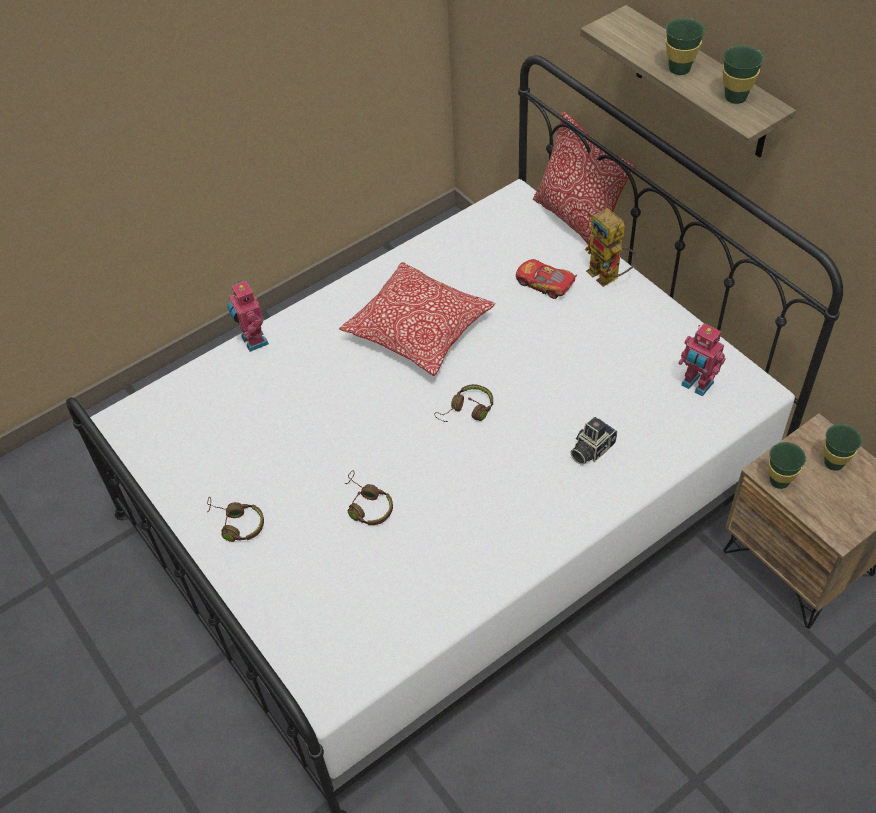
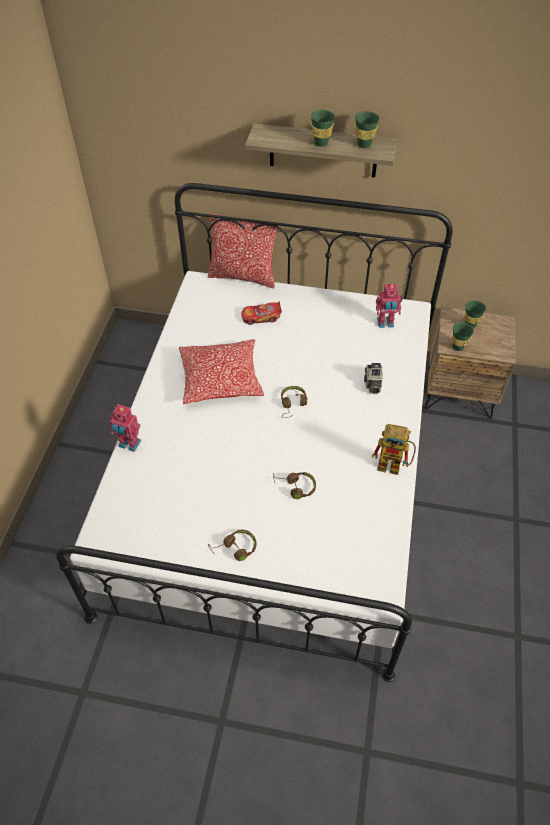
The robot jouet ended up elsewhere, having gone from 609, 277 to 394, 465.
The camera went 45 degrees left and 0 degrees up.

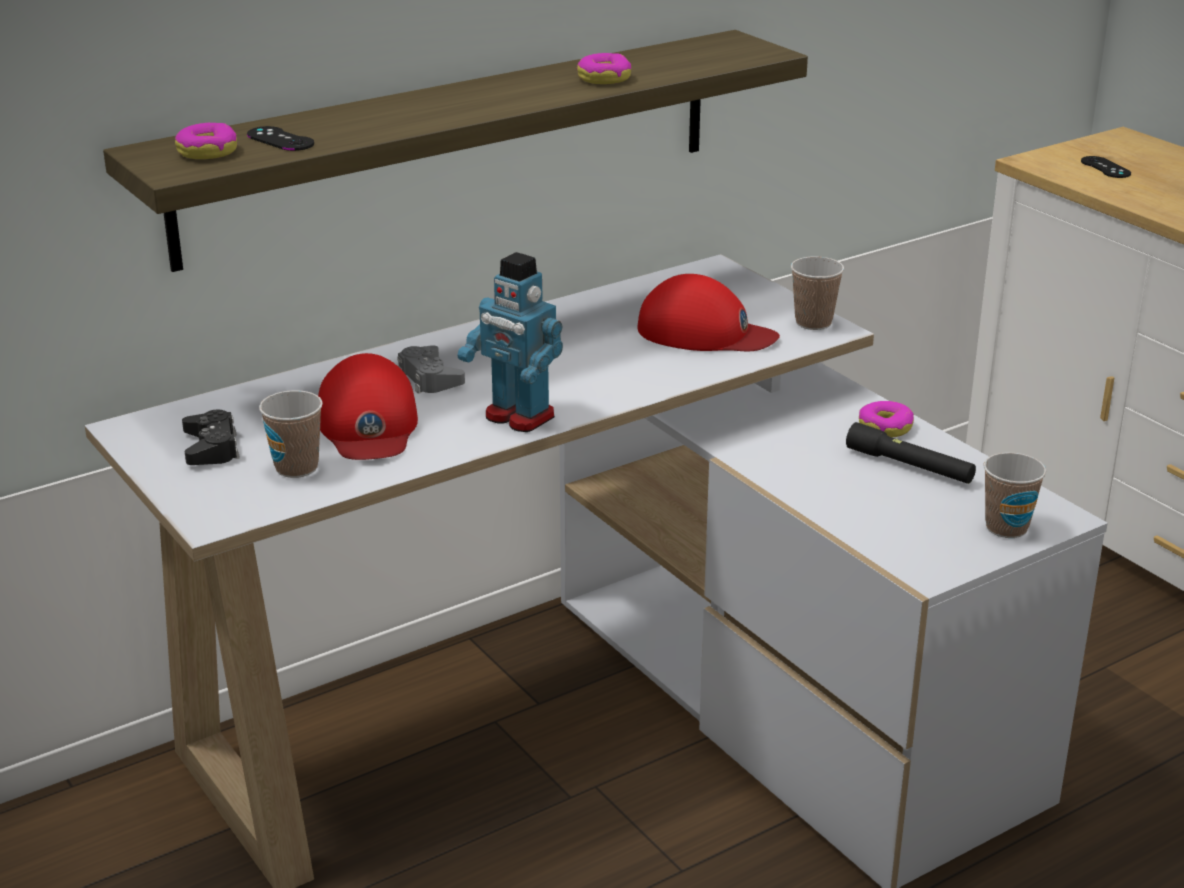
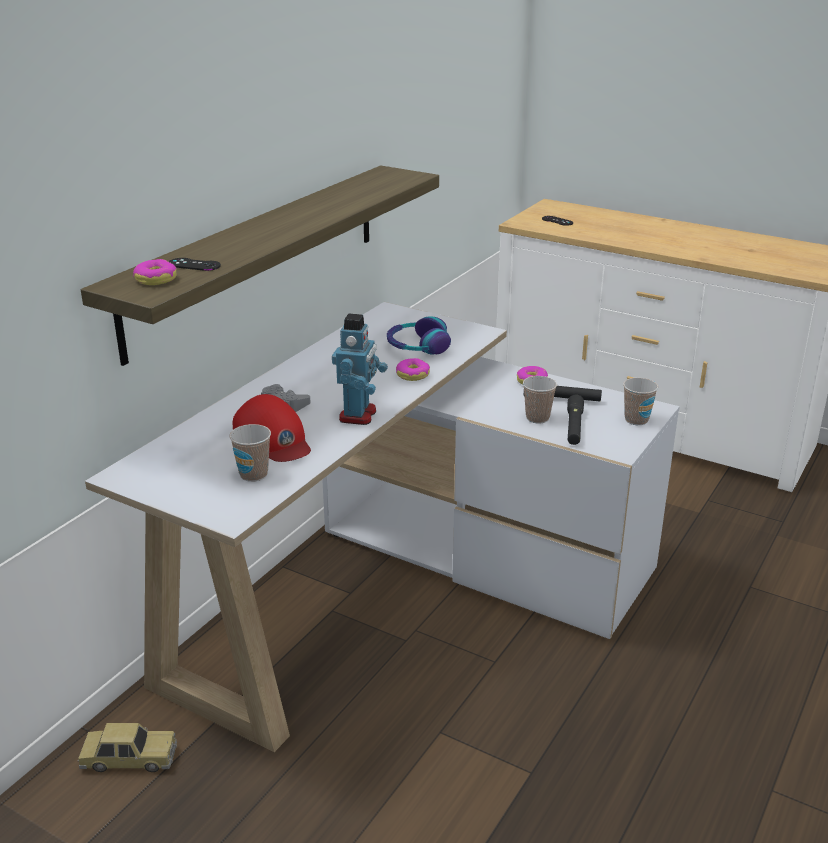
The second view gained the petite voiture at 129, 758.
The robot jouet at 518, 417 ended up facing another way, 90 degrees counterclockwise from before.
Where the casquette [rouge] stood at 705, 333, the casque audio came to stand at 417, 346.
The beignet ended up elsewhere, having gone from 604, 78 to 412, 375.
The tasse ended up elsewhere, having gone from 813, 322 to 537, 418.
The second view gained the lampe de poche [noir] at 574, 427.
The second view lost the manette [noir] at 211, 448.
The camera went 25 degrees left and 0 degrees up.

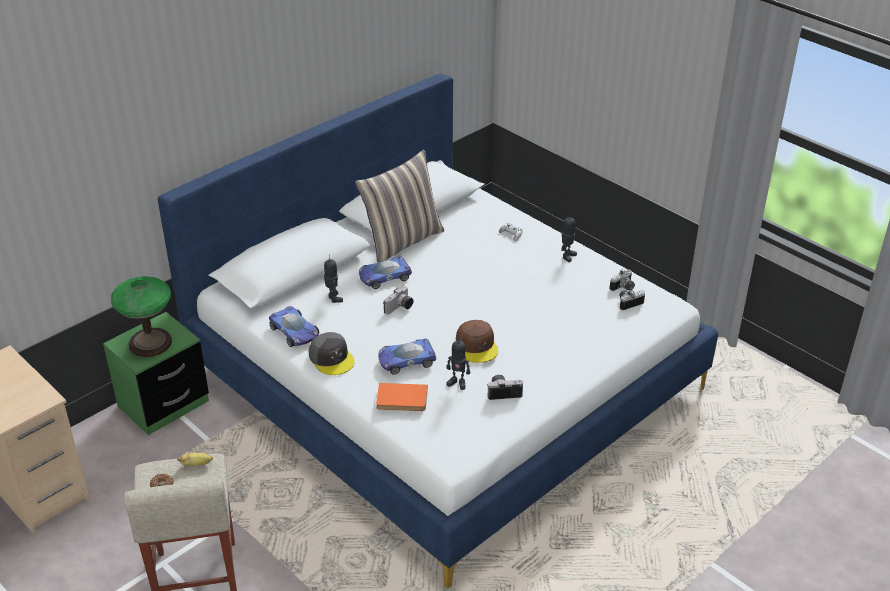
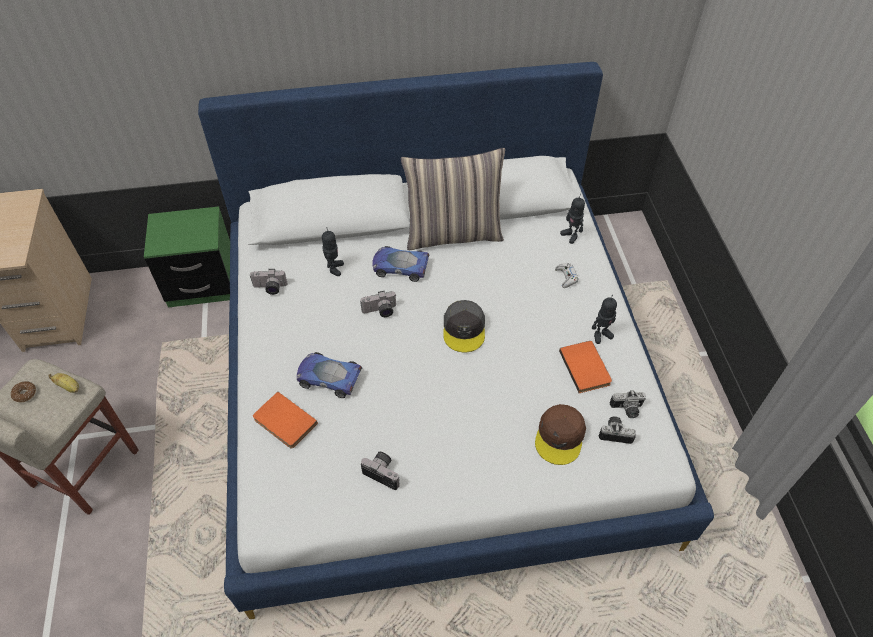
Where the petite voiture stood at 295, 332, the appareil photo came to stand at 269, 288.
The casquette [gris] ended up elsewhere, having gone from 331, 358 to 464, 329.
The casquette [marron] ended up elsewhere, having gone from 477, 346 to 560, 437.
The second view gained the livre [orange] at 586, 367.
The robot jouet ended up elsewhere, having gone from 457, 383 to 571, 235.
The second view lost the lampe de table at 150, 343.
The camera went 35 degrees right and 15 degrees up.

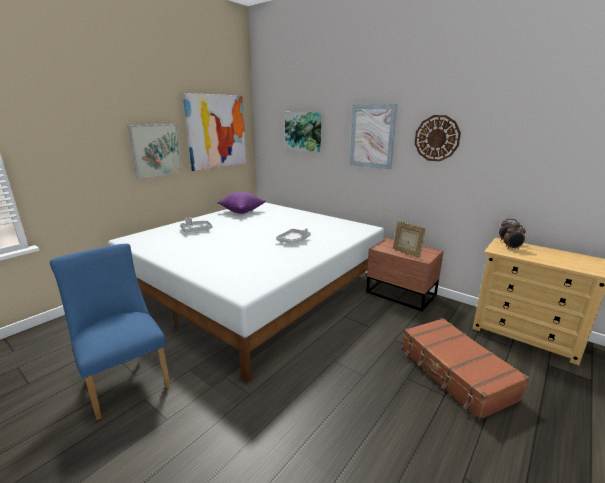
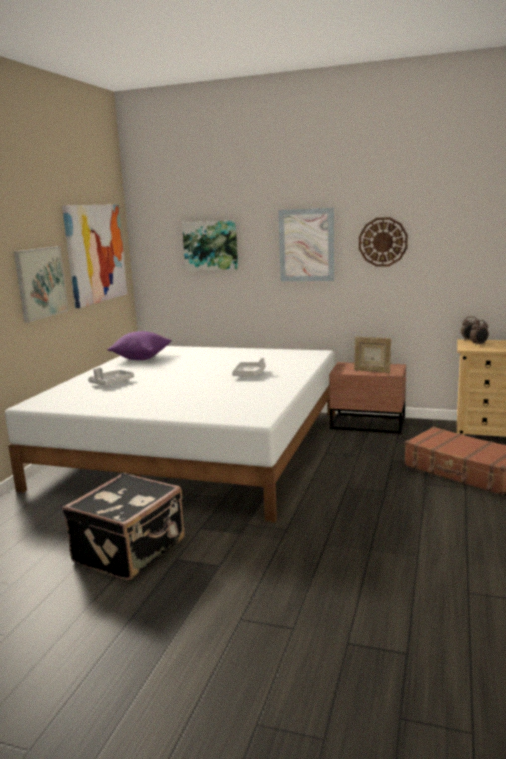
Where the chaise [bleu] stood at 125, 378, the valise [noir] came to stand at 131, 551.
The camera went 20 degrees left and 5 degrees down.

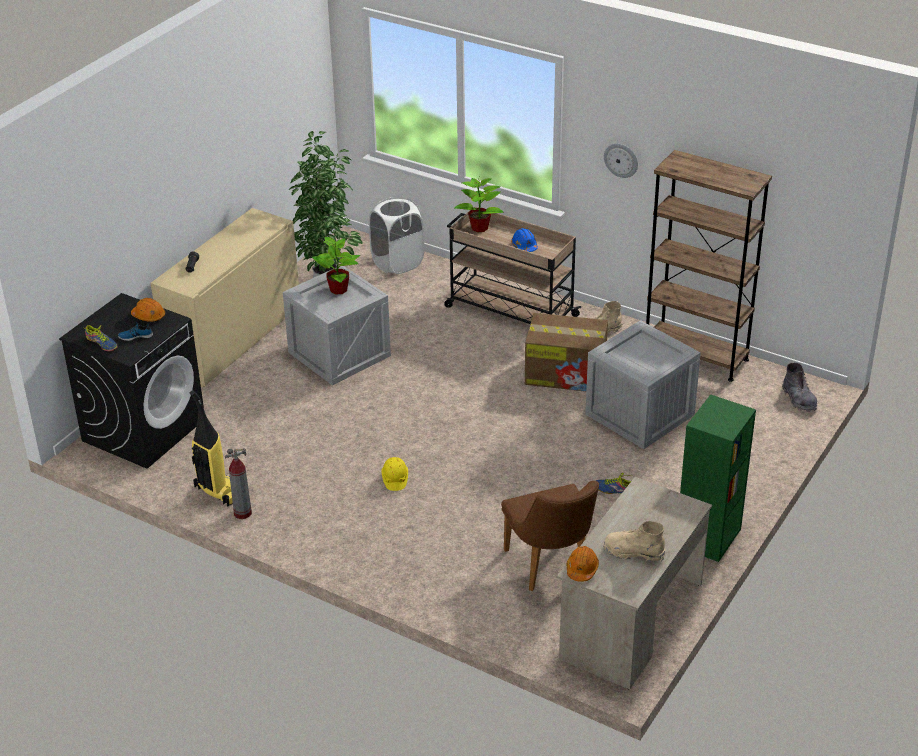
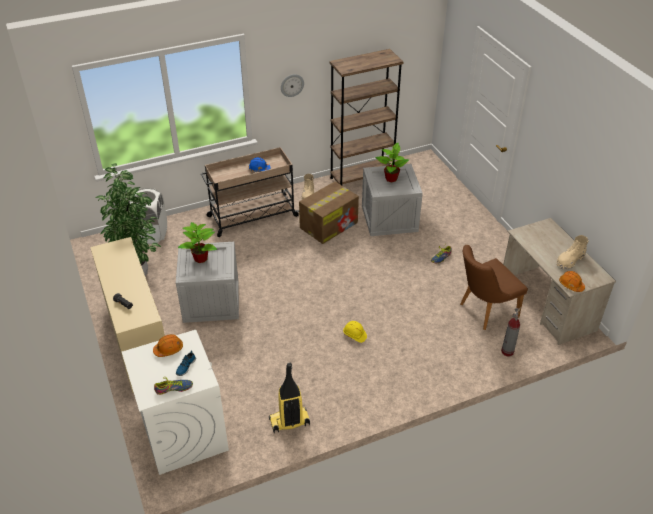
What was the lave-linge [noir] at 144, 429 turned into the lave-linge [blanc] at 183, 432.
The plante en pot ended up elsewhere, having gone from 480, 228 to 391, 178.
The chaise [marron] at 551, 567 ended up facing another way, 135 degrees clockwise from before.
The extincteur ended up elsewhere, having gone from 242, 513 to 507, 352.
The second view lost the bibliothèque [vert] at 708, 538.
The second view lost the botte [gris] at 799, 399.
The camera went 55 degrees left and 5 degrees up.

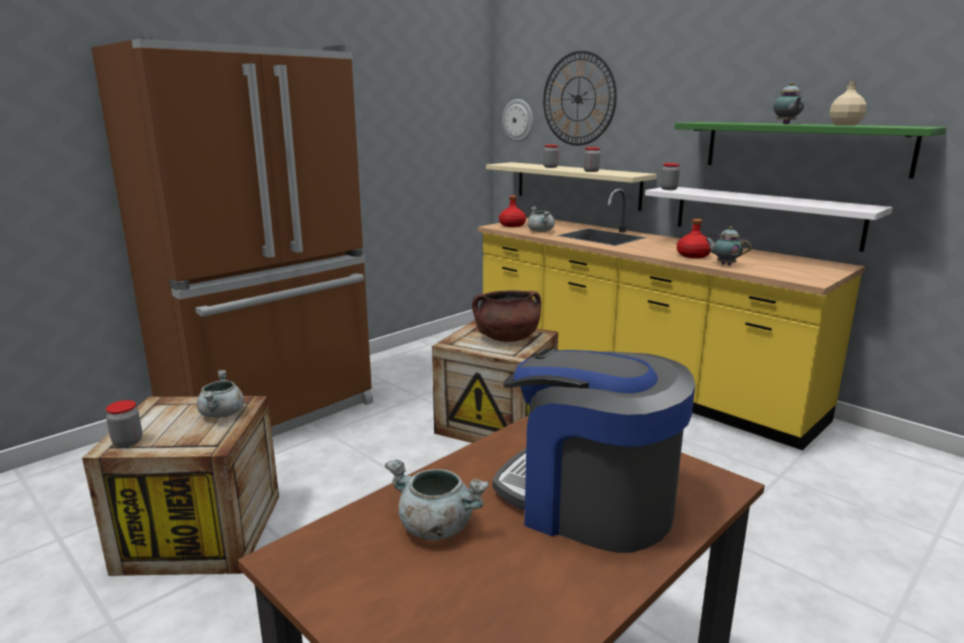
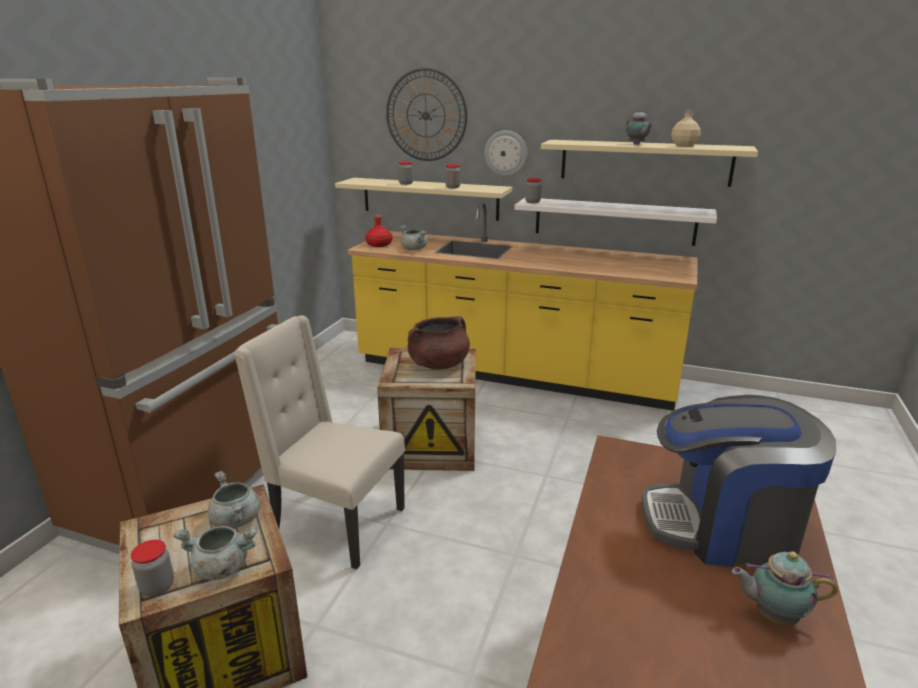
The marmite [gris] ended up elsewhere, having gone from 435, 527 to 221, 568.
The second view gained the chaise [beige] at 335, 523.
The horloge murale ended up elsewhere, having gone from 518, 120 to 506, 153.
What was the étagère [vert] at 804, 147 turned into the étagère [beige] at 644, 162.
The théière ended up elsewhere, having gone from 724, 264 to 772, 615.
The second view lost the bouteille [rouge] at 692, 255.
The camera went 25 degrees left and 5 degrees up.

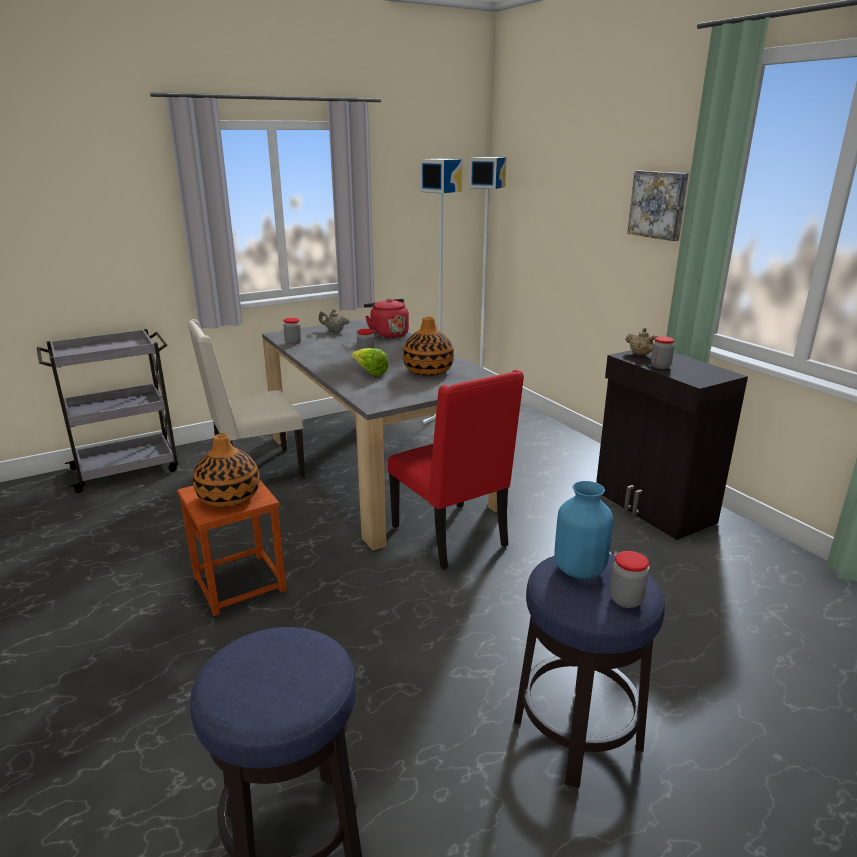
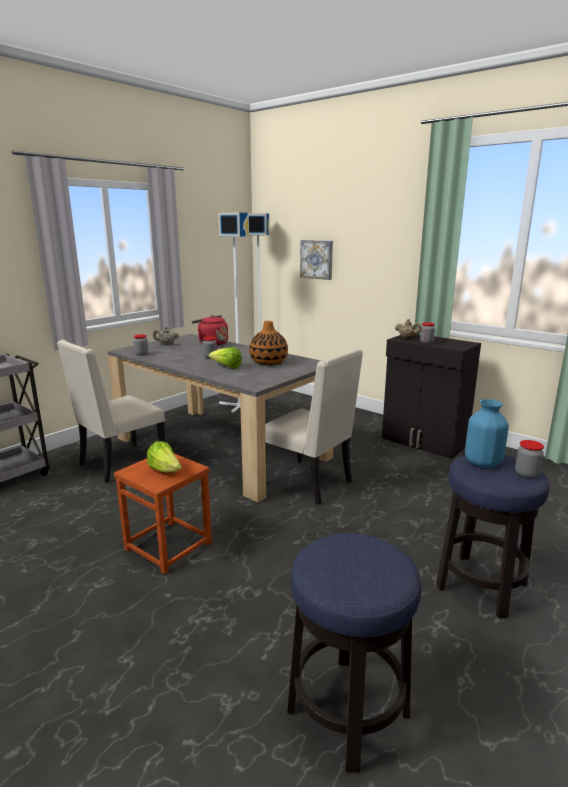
Where the vase stood at 229, 497, the laitue came to stand at 165, 471.
What was the chaise [rouge] at 452, 537 turned into the chaise [beige] at 309, 483.
The tableau ended up elsewhere, having gone from 659, 204 to 317, 259.
The camera went 20 degrees left and 5 degrees down.

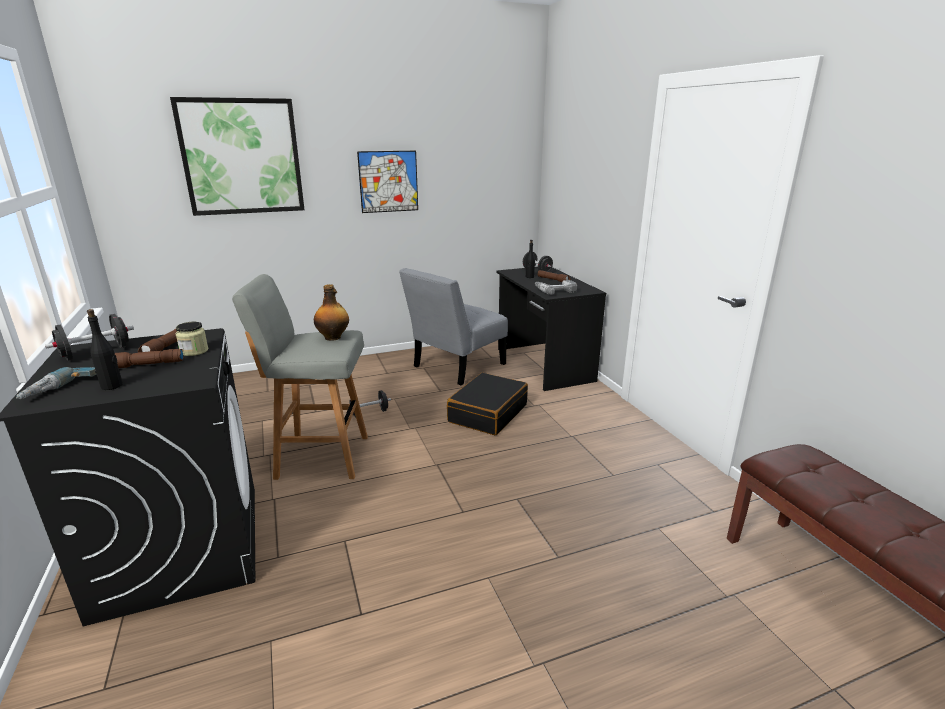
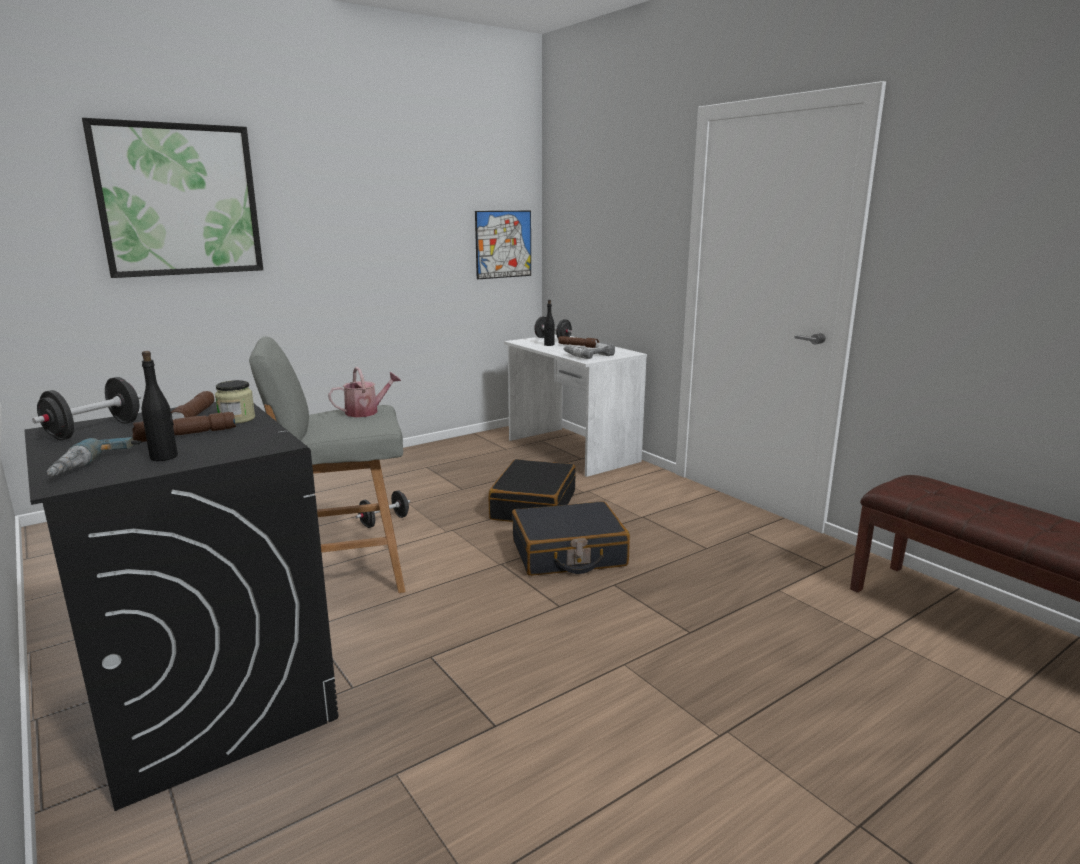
Where the bouteille stood at 333, 337, the arrosoir came to stand at 366, 412.
The tableau ended up elsewhere, having gone from 388, 181 to 503, 244.
What was the bureau [noir] at 543, 364 turned into the bureau [blanc] at 571, 451.
The second view gained the valise [noir] at 568, 554.
The second view lost the chaise [gris] at 455, 367.
The camera went 15 degrees left and 5 degrees down.

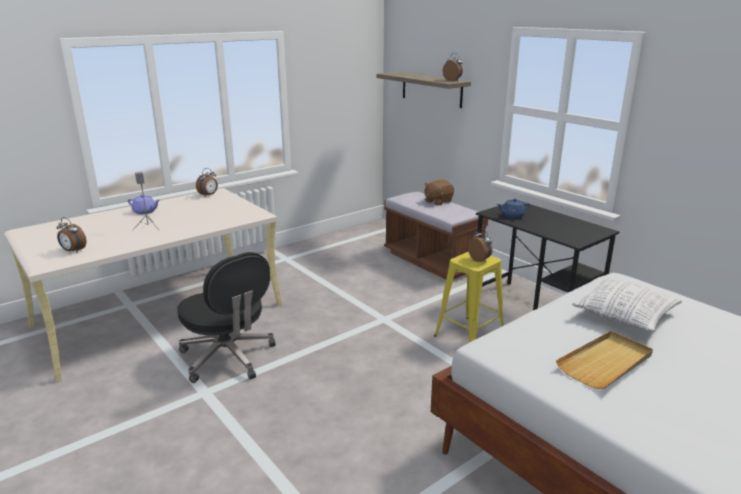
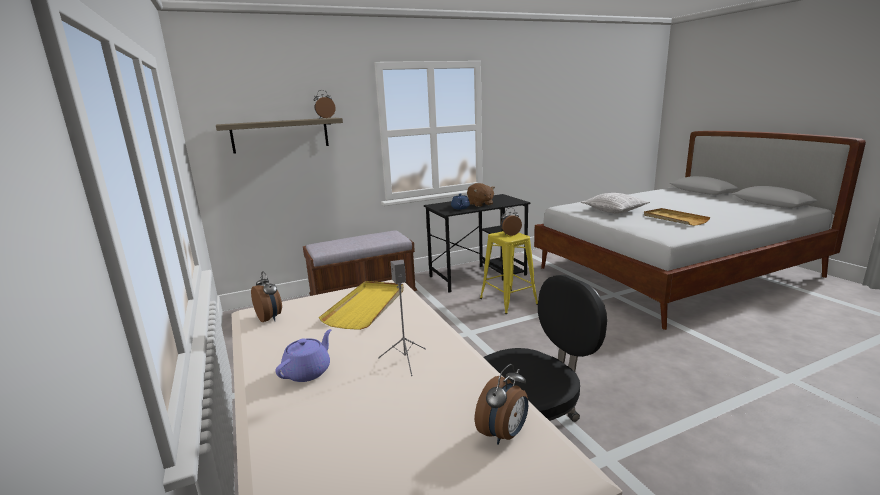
The second view gained the plateau [jaune] at 367, 307.
The peluche [marron] ended up elsewhere, having gone from 438, 201 to 480, 204.
The camera went 75 degrees left and 5 degrees down.

